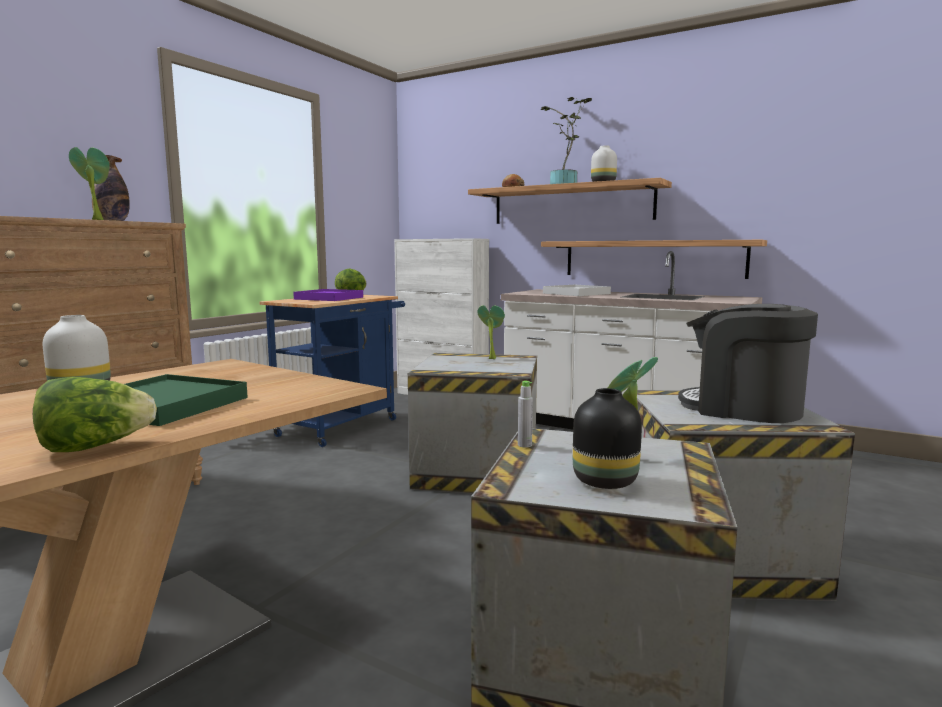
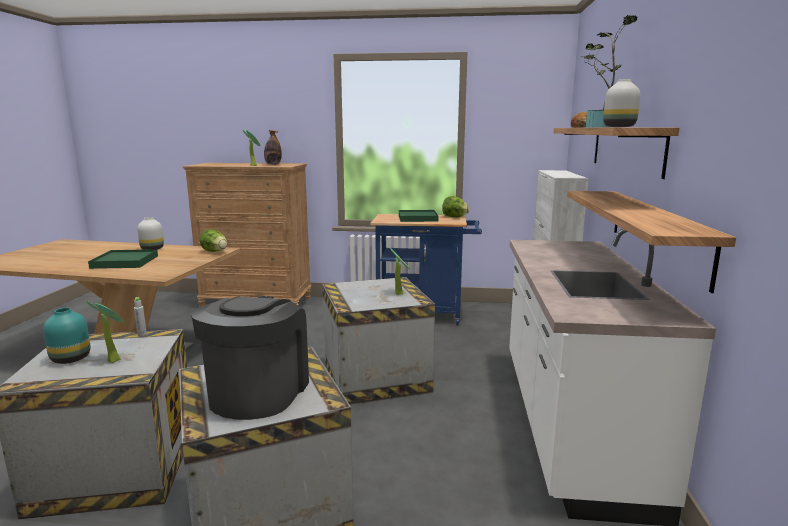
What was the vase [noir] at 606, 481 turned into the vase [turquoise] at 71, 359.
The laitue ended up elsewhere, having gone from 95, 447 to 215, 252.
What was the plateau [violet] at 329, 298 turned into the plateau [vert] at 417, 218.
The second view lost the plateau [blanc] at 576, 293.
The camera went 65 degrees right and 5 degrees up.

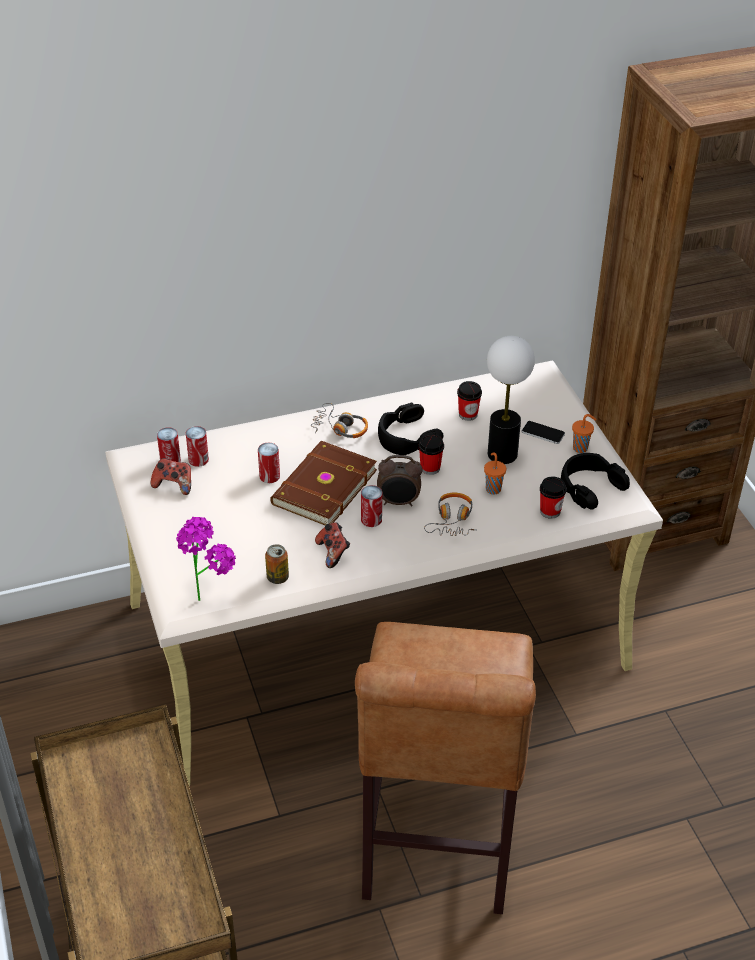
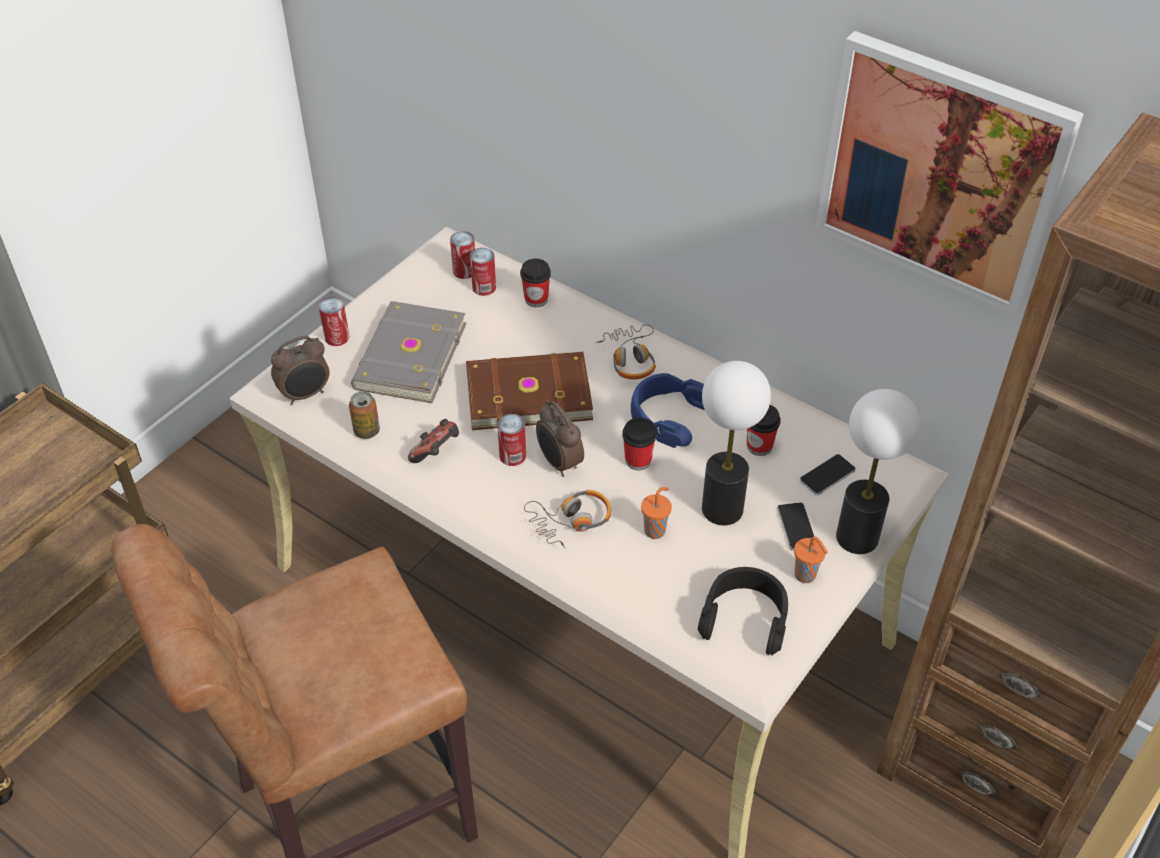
Where the plante en pot stood at 208, 593, the réveil came to stand at 305, 395.
The boîte métallique ended up elsewhere, having gone from 269, 476 to 337, 337.
The second view gained the livre [gris] at 408, 356.
The tasse ended up elsewhere, having gone from 550, 511 to 536, 299.
What was the casque audio [noir] at 406, 437 turned into the casque audio [bleu] at 668, 416.
The second view gained the téléphone at 827, 475.
The second view gained the tableau at 940, 172.
The second view gained the lampe de table at 857, 537.
The second view lost the manette at 174, 485.
The camera went 55 degrees right and 5 degrees up.

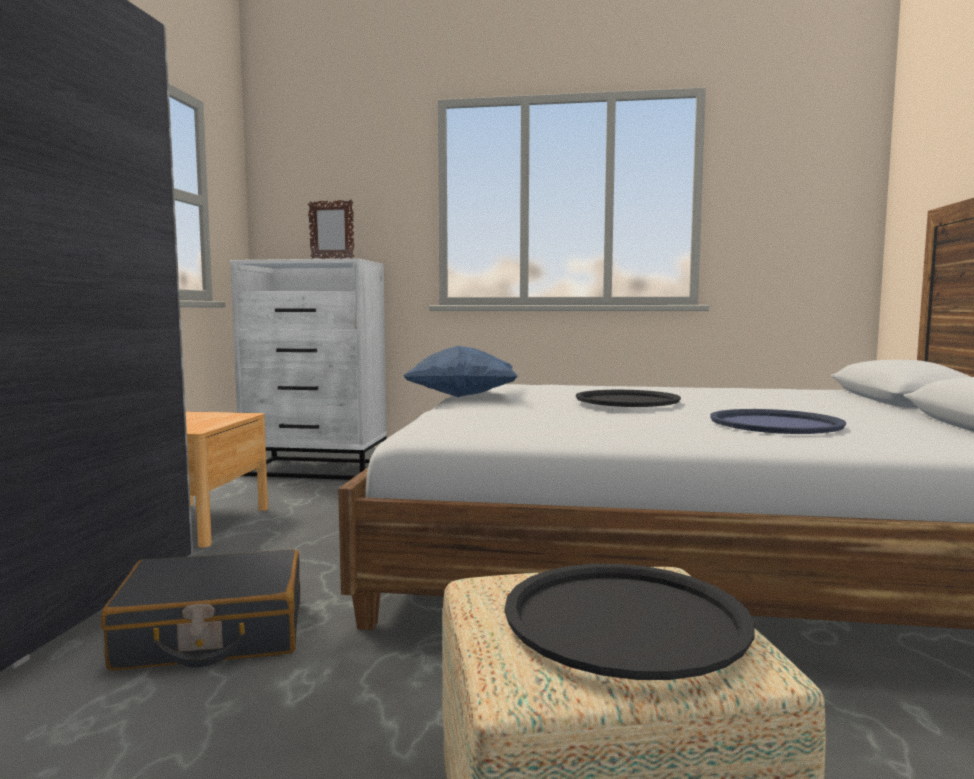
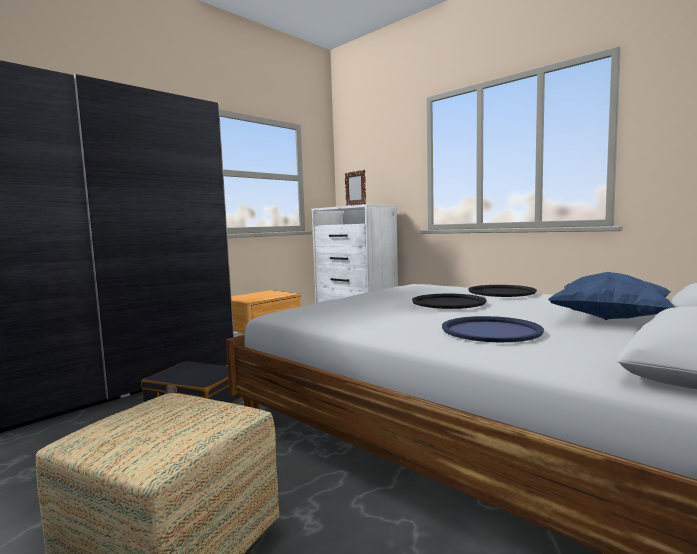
The plateau [noir] ended up elsewhere, having gone from 625, 619 to 501, 292.
The coussin [bleu] ended up elsewhere, having gone from 462, 396 to 610, 319.
The camera went 35 degrees right and 0 degrees up.

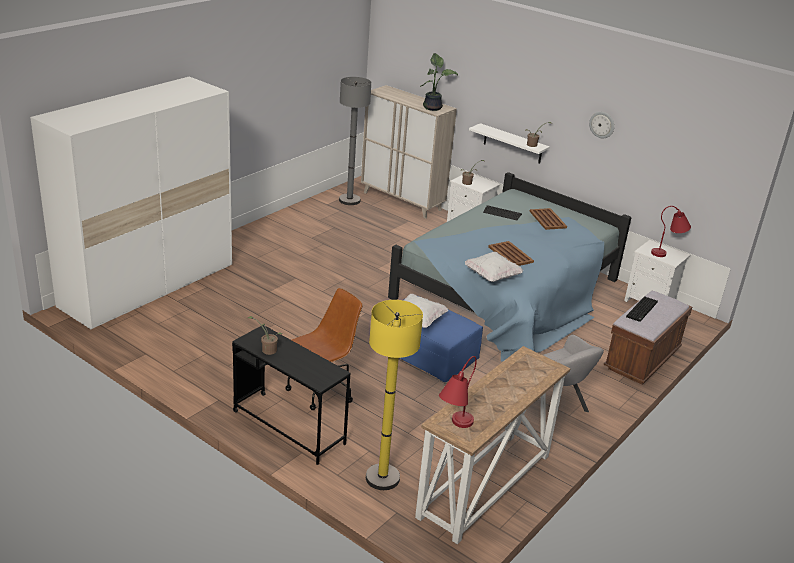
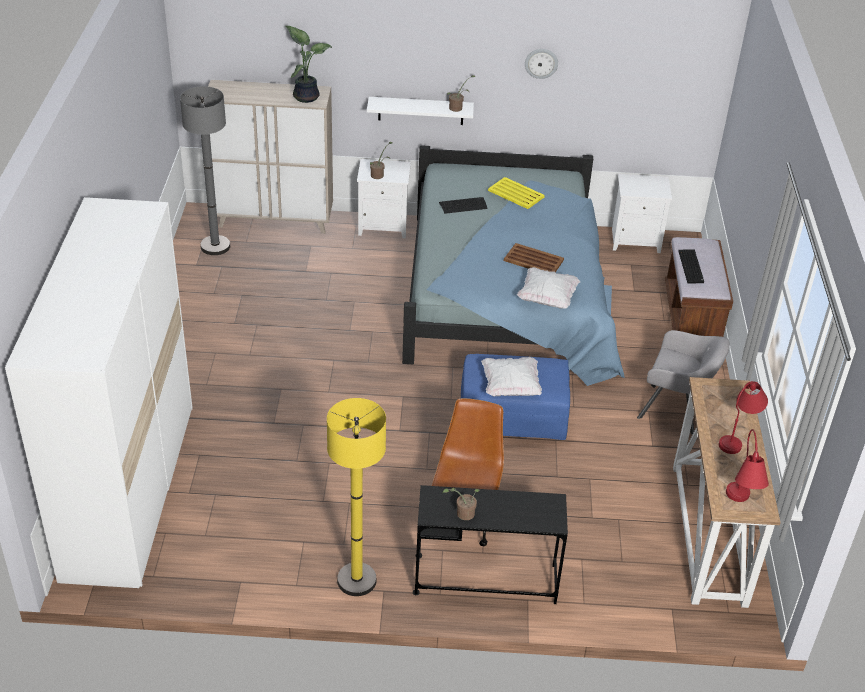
The lampadaire [jaune] ended up elsewhere, having gone from 382, 478 to 356, 580.
What was the plateau [marron] at 547, 219 turned into the plateau [jaune] at 515, 193.
The lampe de table [rouge] ended up elsewhere, having gone from 667, 253 to 738, 438.
The camera went 35 degrees left and 10 degrees up.

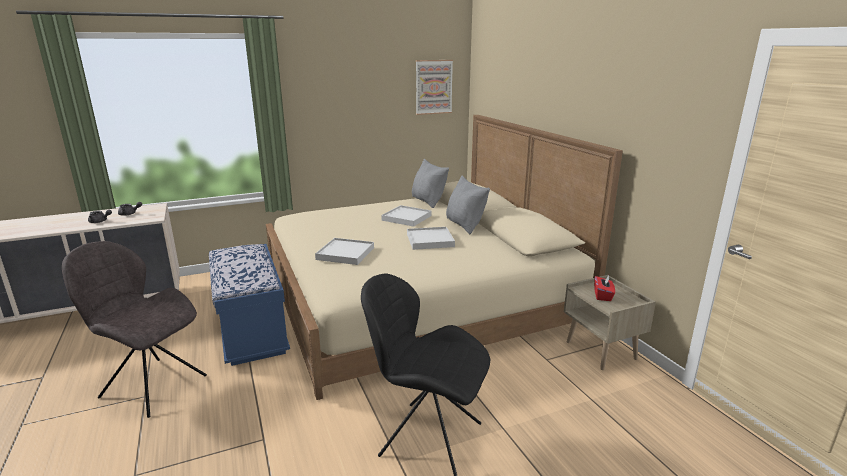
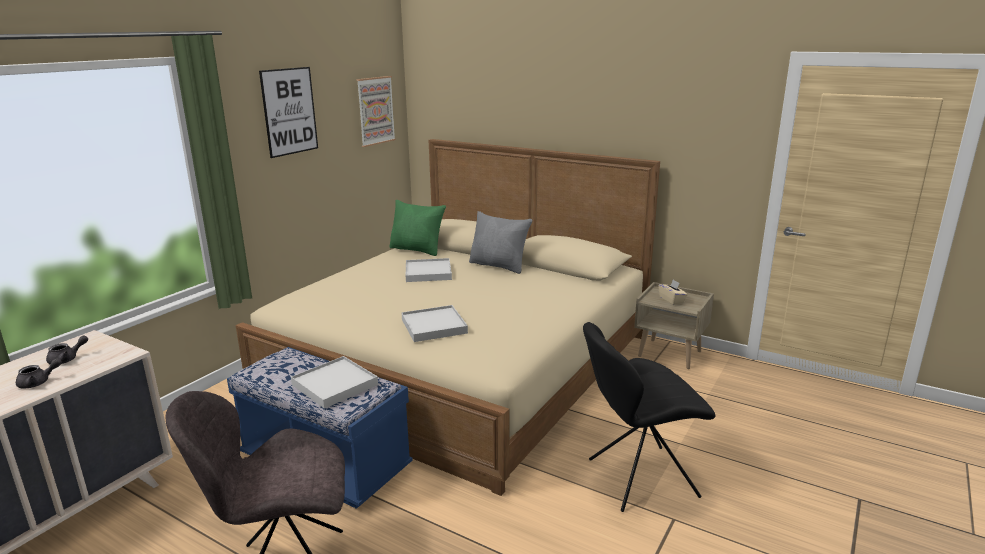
The second view gained the tableau at 289, 111.
The plateau [blanc] ended up elsewhere, having gone from 430, 240 to 335, 384.
What was the coussin [gris] at 428, 201 turned into the coussin [vert] at 417, 250.
What was the boîte à mouchoirs [rouge] at 603, 296 turned into the boîte à mouchoirs [beige] at 671, 300.
The camera went 35 degrees left and 0 degrees up.

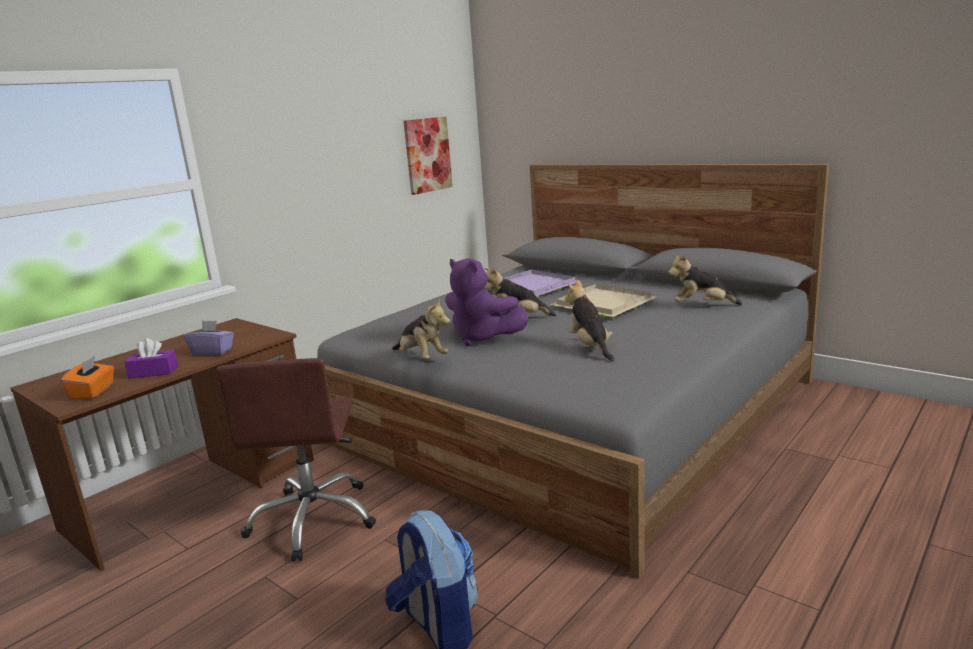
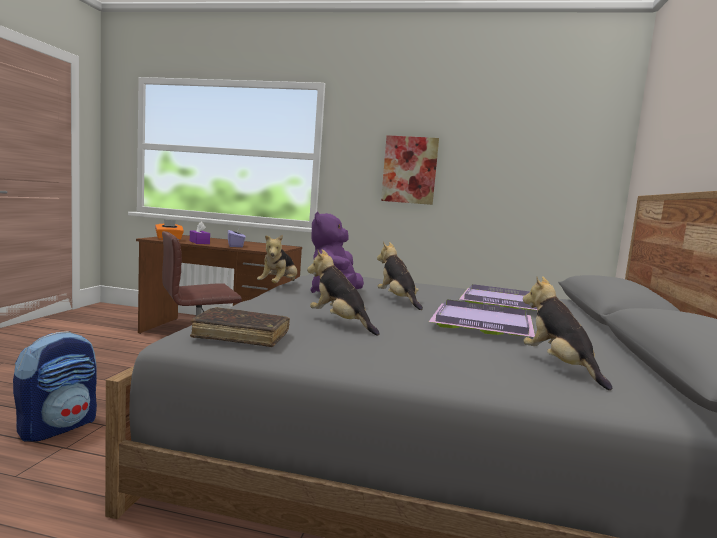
The second view gained the livre [marron] at 241, 336.
The peluche at 590, 347 ended up facing another way, 90 degrees counterclockwise from before.
The tableau ended up elsewhere, having gone from 427, 155 to 409, 170.
What was the plateau [beige] at 603, 304 turned into the plateau [violet] at 480, 323.
The camera went 60 degrees right and 10 degrees down.

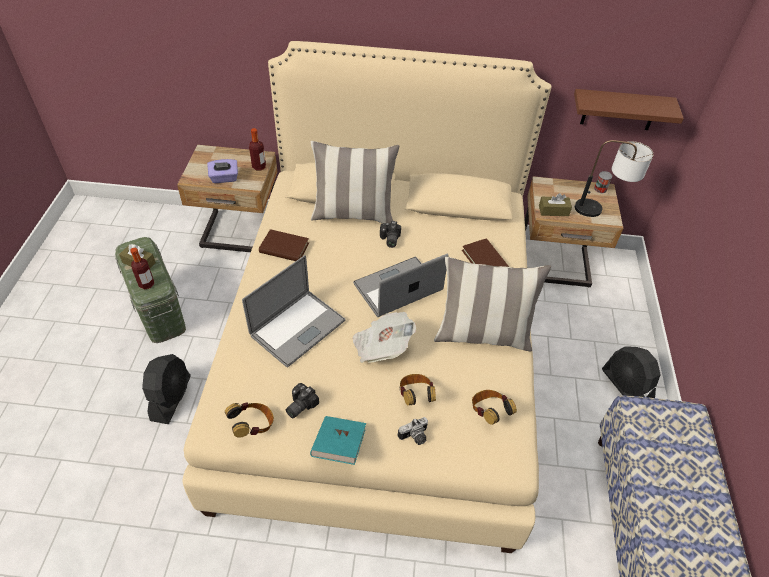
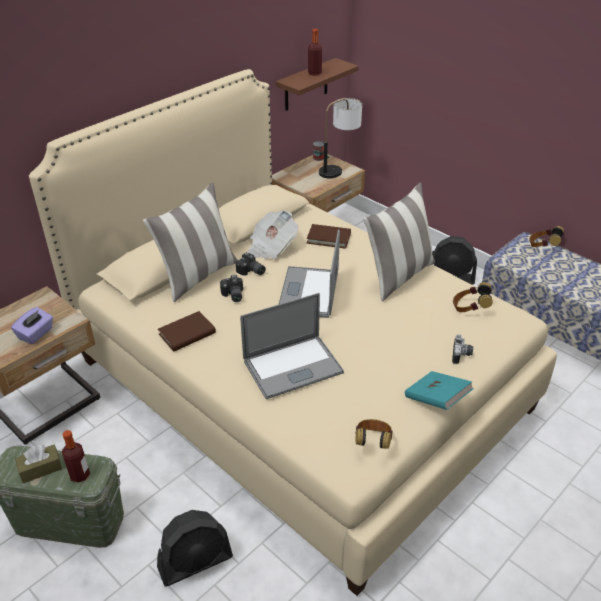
The ventilateur [noir] at 171, 398 ended up facing another way, 105 degrees clockwise from before.
The appareil photo ended up elsewhere, having gone from 299, 405 to 232, 295.
The ordinateur portable at 297, 328 ended up facing another way, 75 degrees clockwise from before.
The journal ended up elsewhere, having gone from 381, 346 to 271, 247.
The bouteille ended up elsewhere, having gone from 259, 166 to 314, 73.
The casque audio ended up elsewhere, having gone from 415, 396 to 543, 246.
The second view lost the boîte à mouchoirs [marron] at 553, 211.
The camera went 50 degrees left and 10 degrees down.

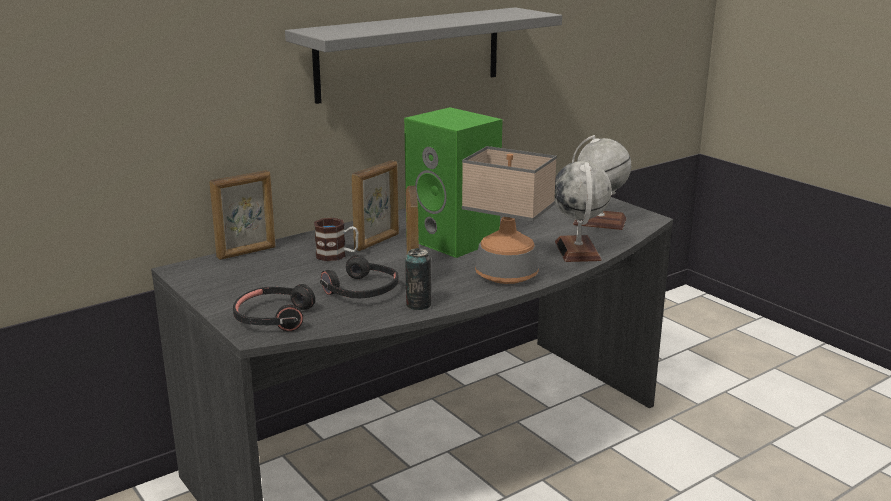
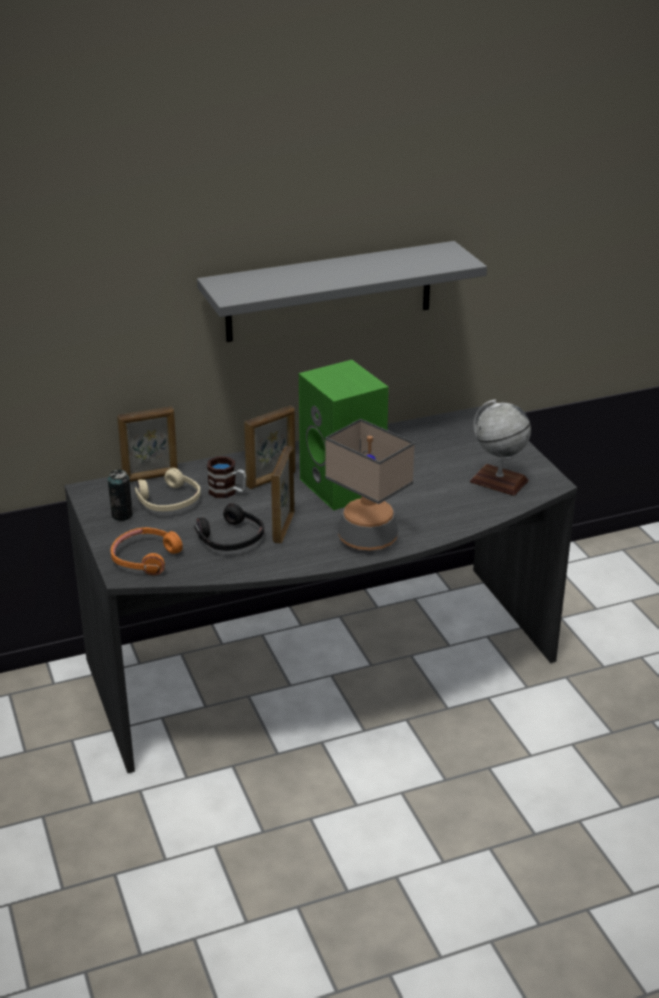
The boîte métallique ended up elsewhere, having gone from 418, 305 to 122, 515.
What was the casque audio [noir] at 273, 317 turned into the casque audio [orange] at 145, 558.
The second view gained the casque audio [beige] at 169, 501.
The second view lost the globe at 578, 251.
The camera went 15 degrees right and 10 degrees up.

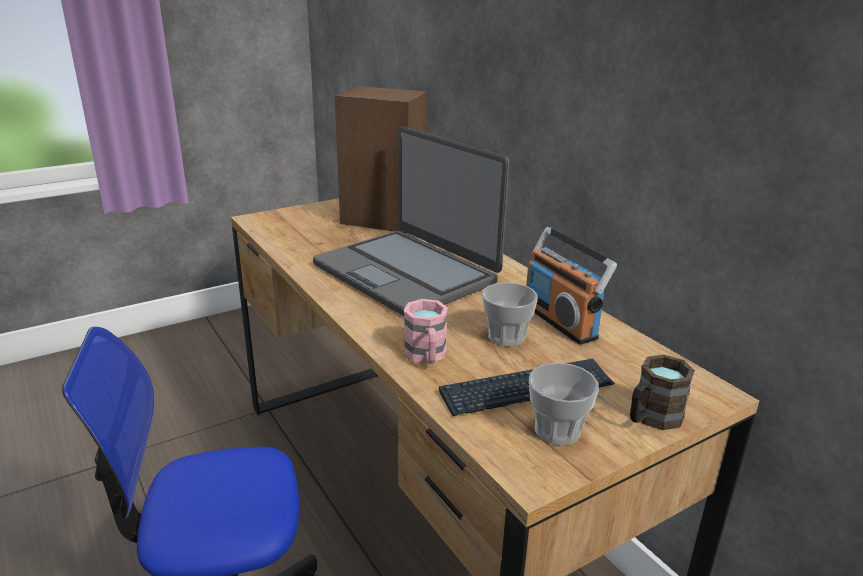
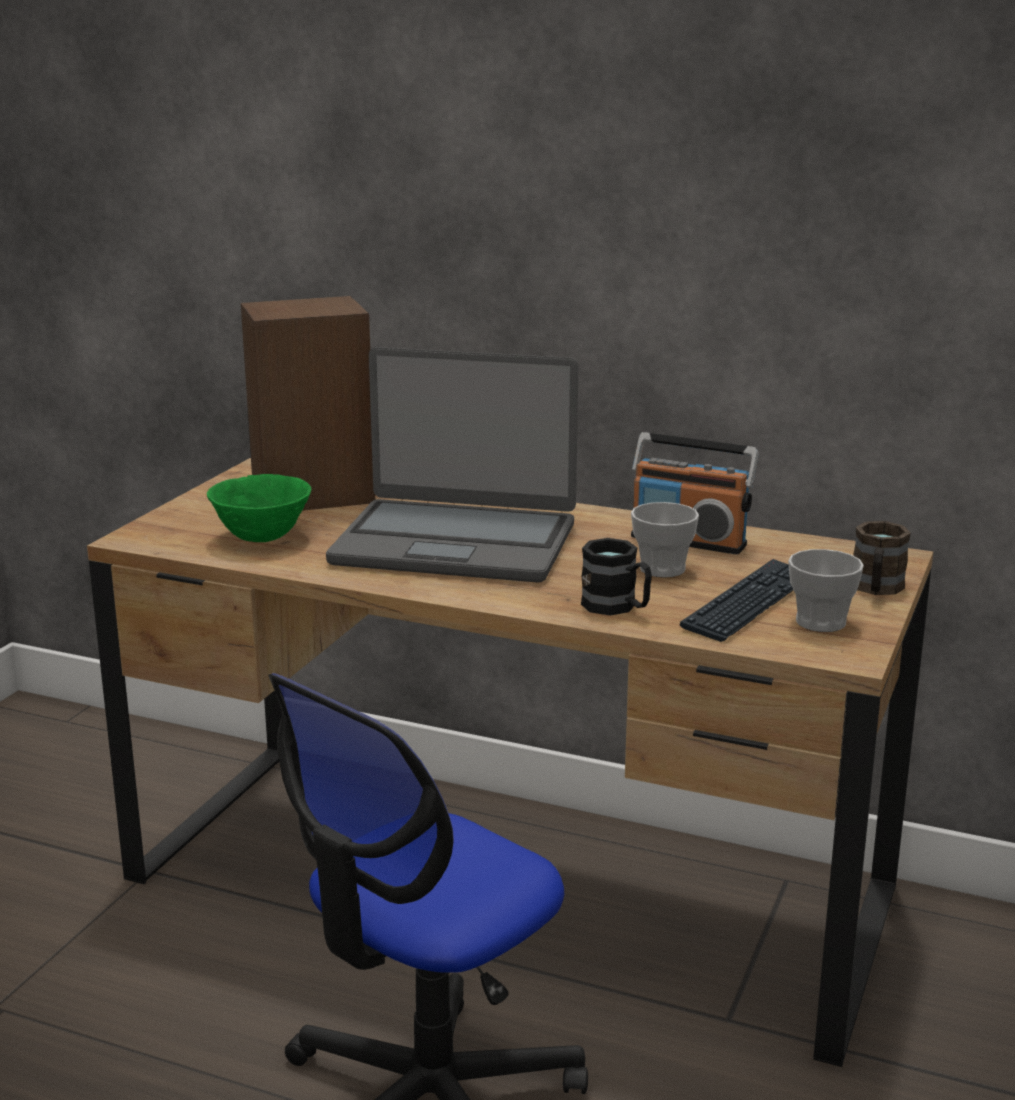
The second view gained the bol [vert] at 263, 538.
What was the mug [rose] at 426, 356 turned into the mug [noir] at 617, 607.
The camera went 35 degrees left and 5 degrees down.

